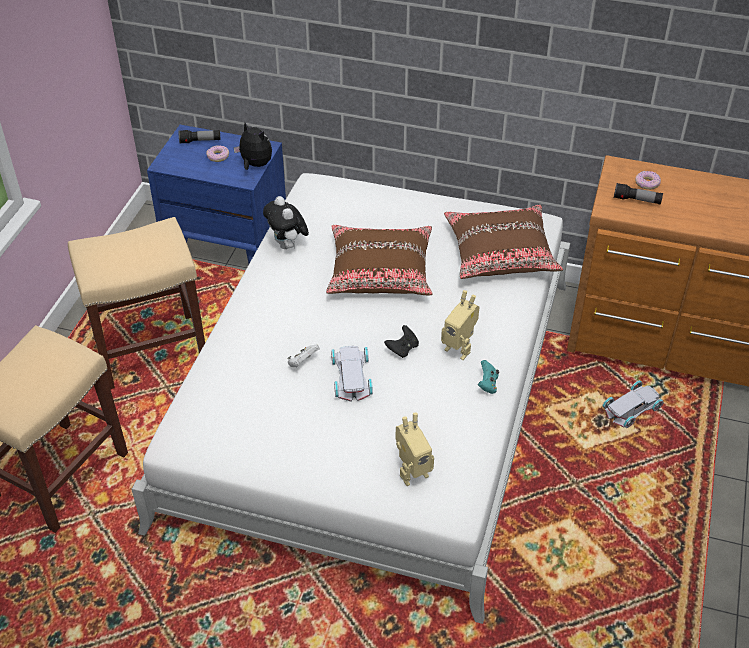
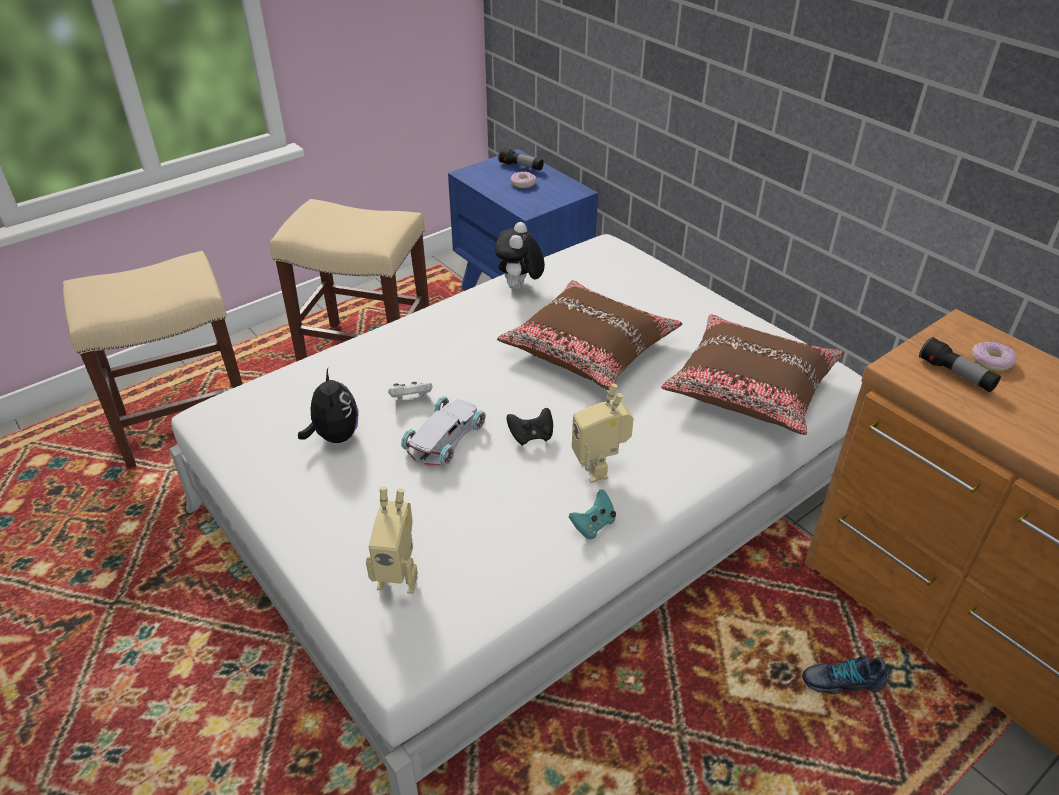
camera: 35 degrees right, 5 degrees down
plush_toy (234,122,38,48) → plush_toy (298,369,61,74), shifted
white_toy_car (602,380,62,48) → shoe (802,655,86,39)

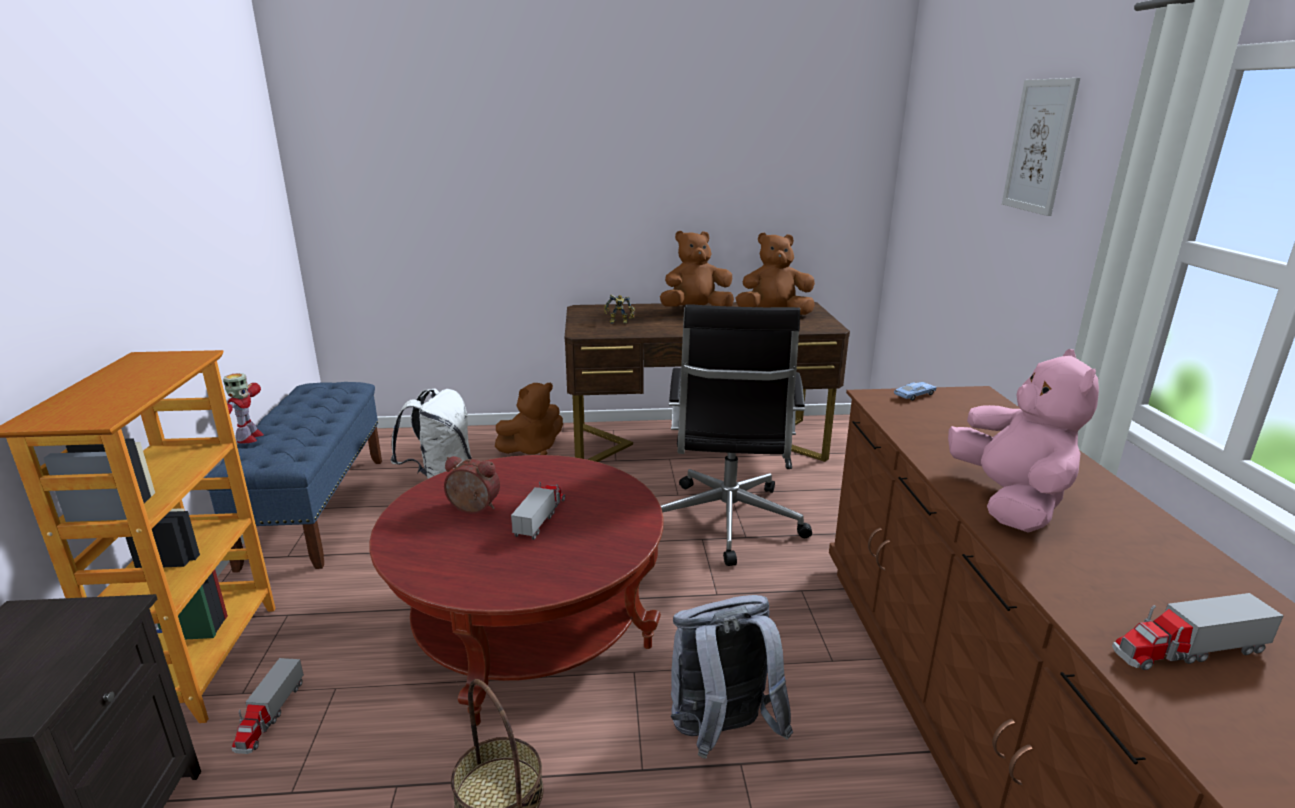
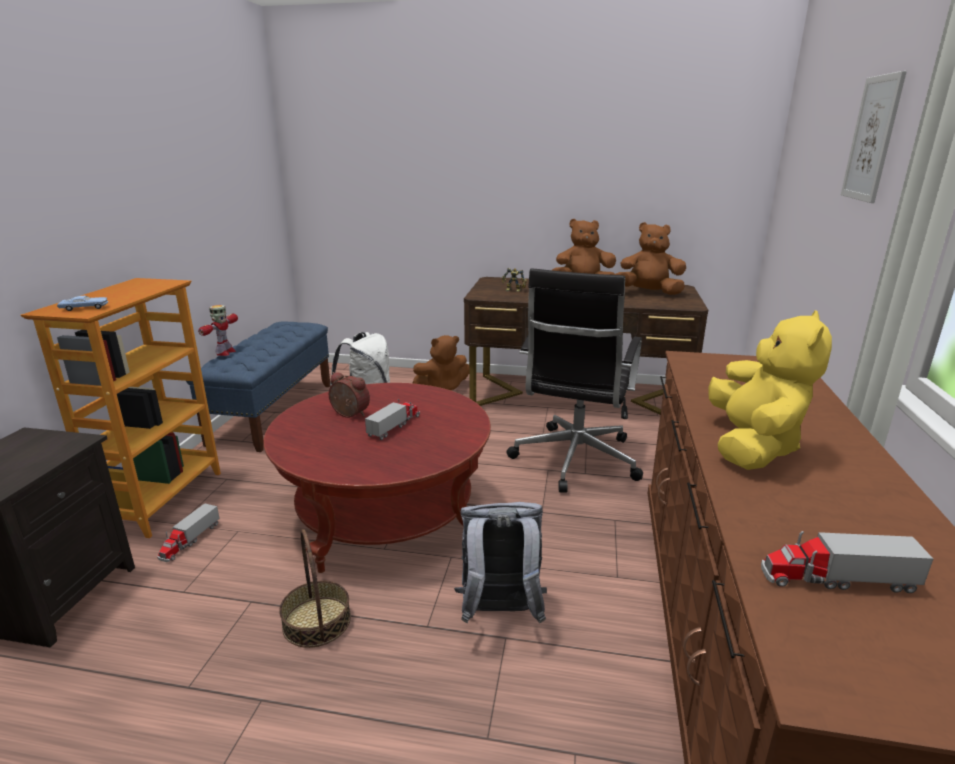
camera: 15 degrees right, 0 degrees up
blue_toy_car (894,382,43,19) → blue_toy_car (57,296,51,15), shifted
pink_plush_toy (948,349,151,184) → yellow_plush_toy (708,310,124,160)

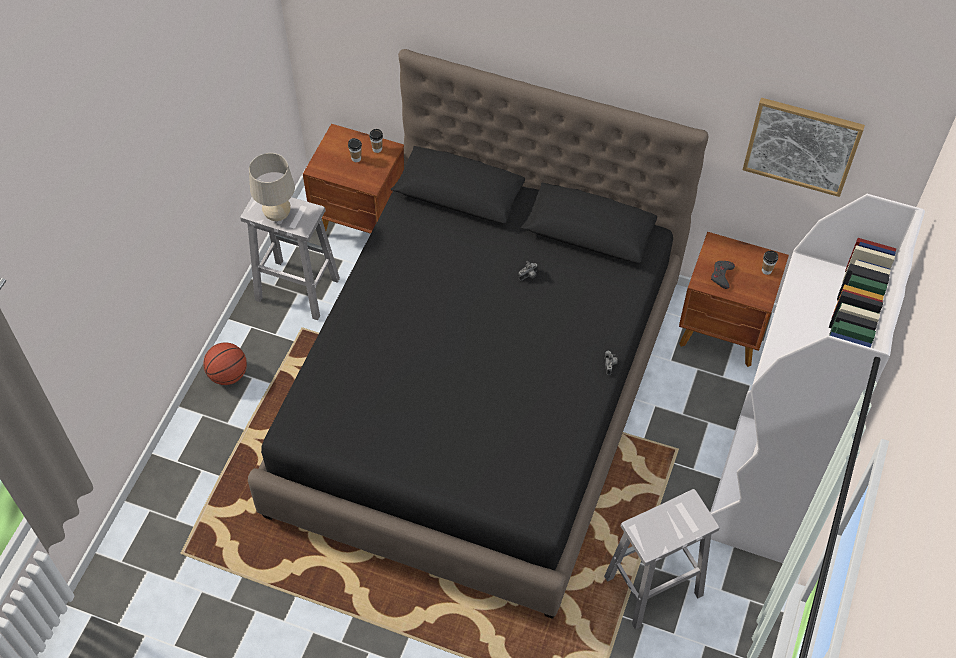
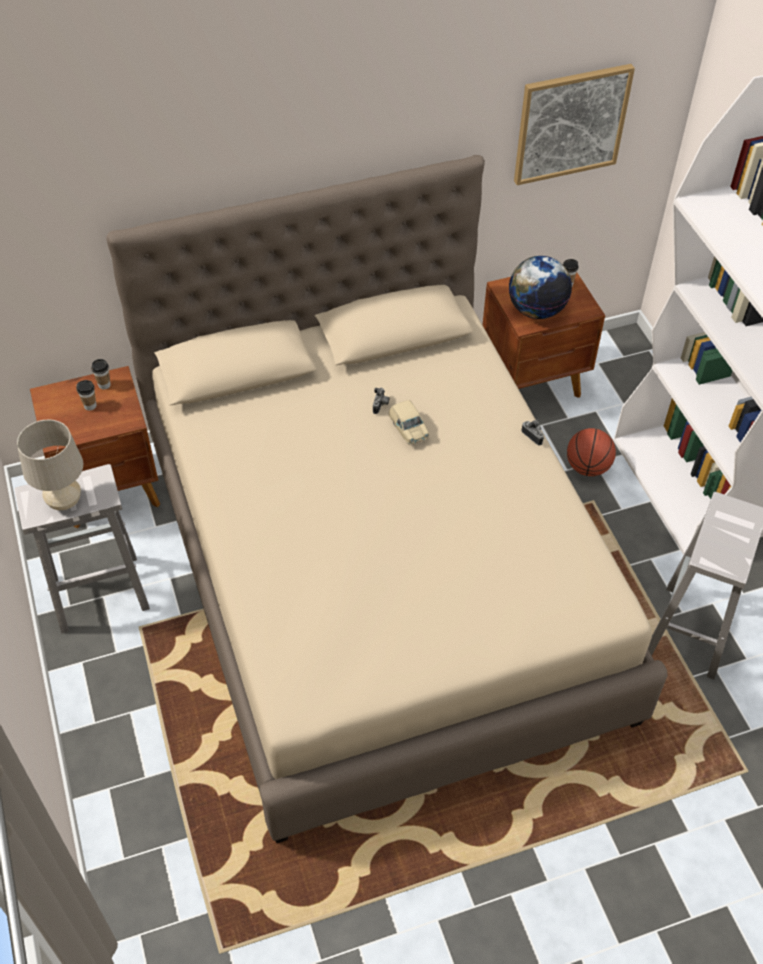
camera: 40 degrees left, 5 degrees down
- → beige_toy_car (389,400,40,44)
basketball (203,342,44,43) → basketball (567,428,49,48), shifted
grey_game_controller (711,261,24,28) → globe (509,256,63,63)
black_bed (248,49,460,570) → beige_bed (106,155,562,688)

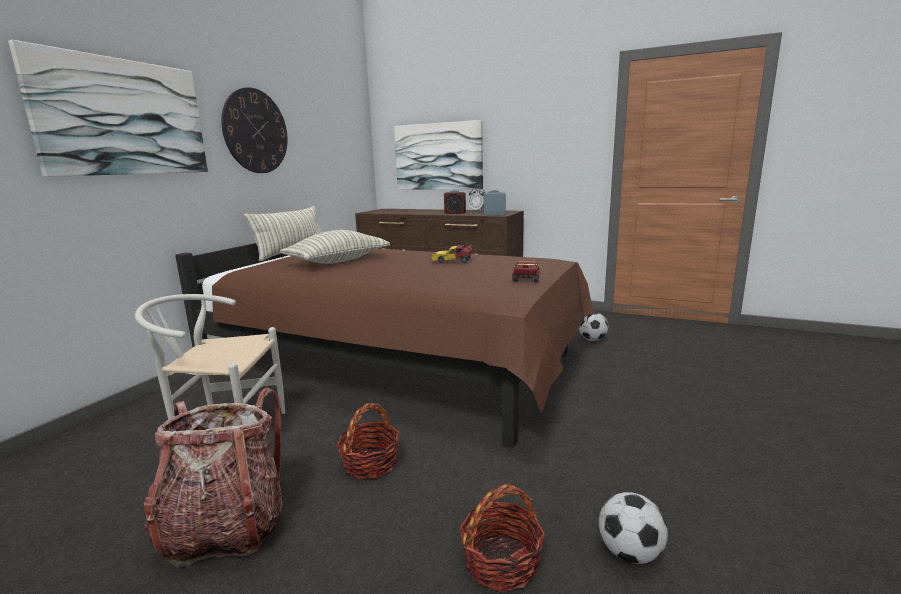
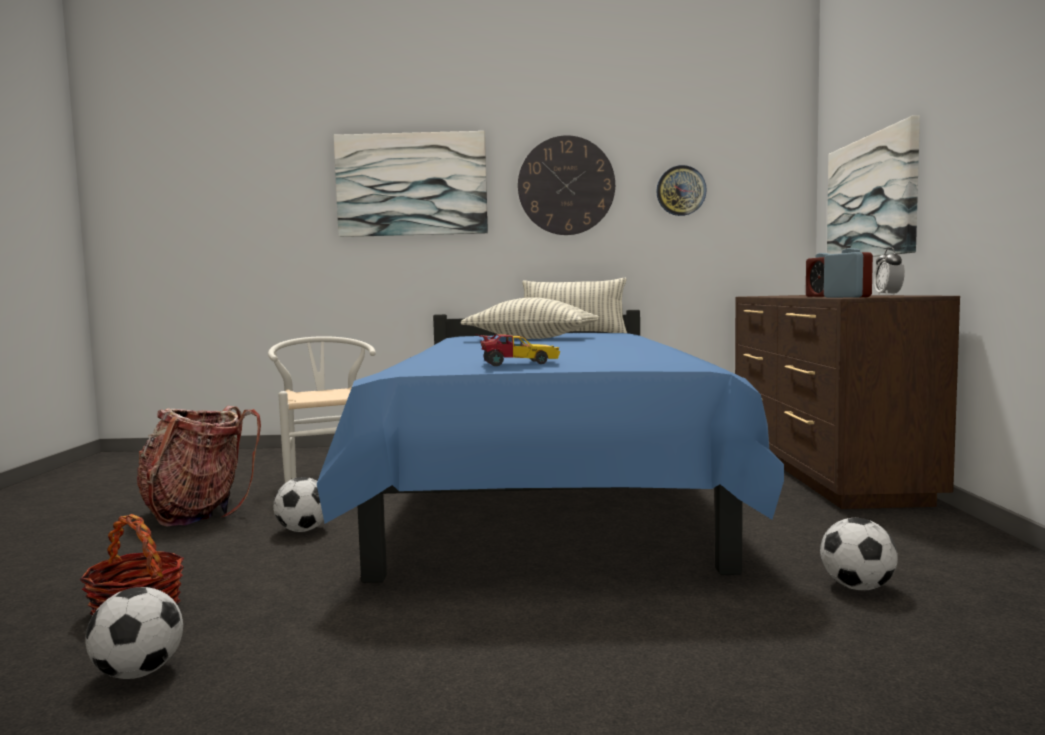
camera: 65 degrees right, 10 degrees down
toy_car (431,245,43,18) → -
- → wall_clock (656,165,51,51)
basket (337,403,63,76) → football (273,477,51,55)
brown_bed (175,243,419,205) → blue_bed (317,310,467,273)

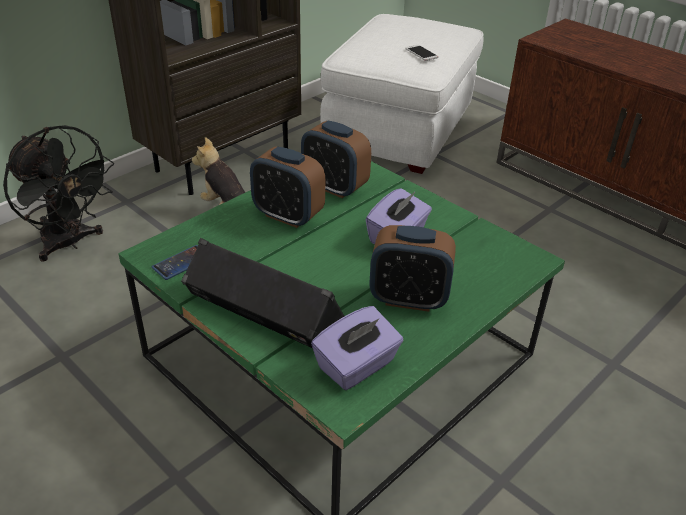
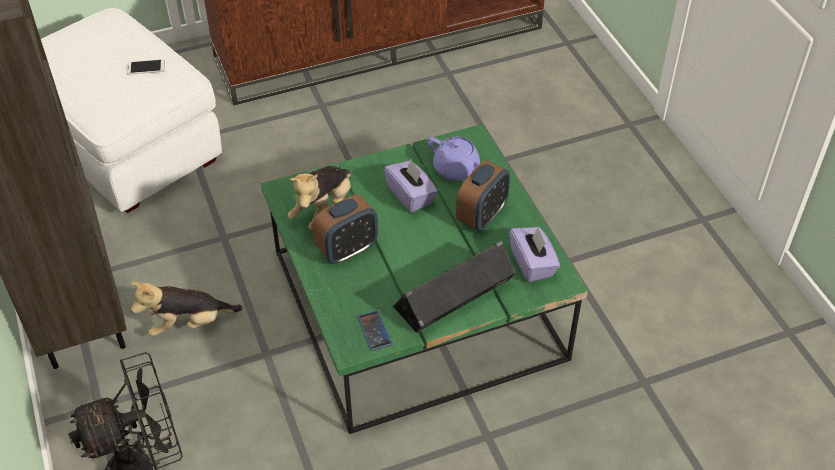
camera: 65 degrees left, 10 degrees up
- → purple_teapot (428,137,52,44)
alarm_clock (301,121,70,77) → plush_toy (288,166,63,65)

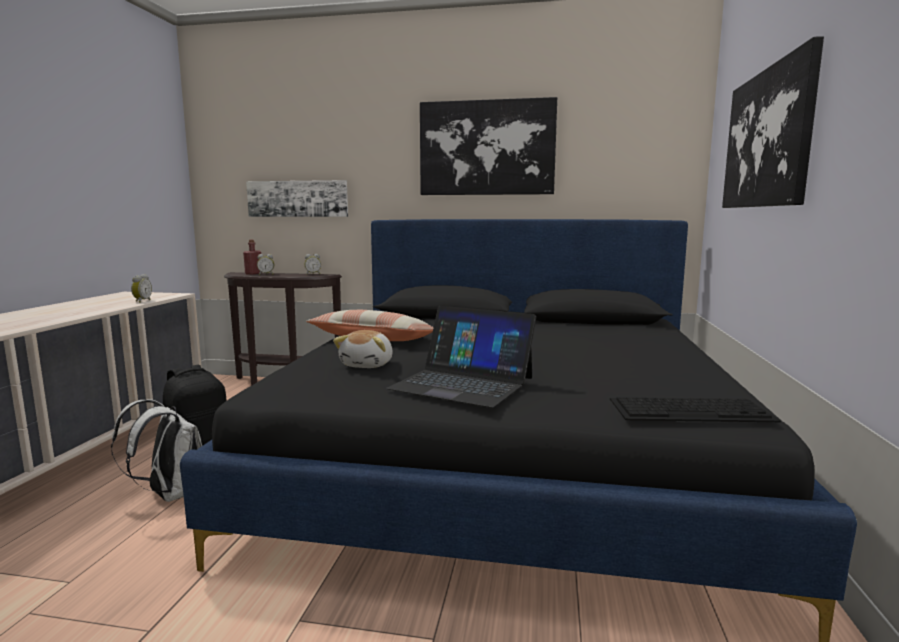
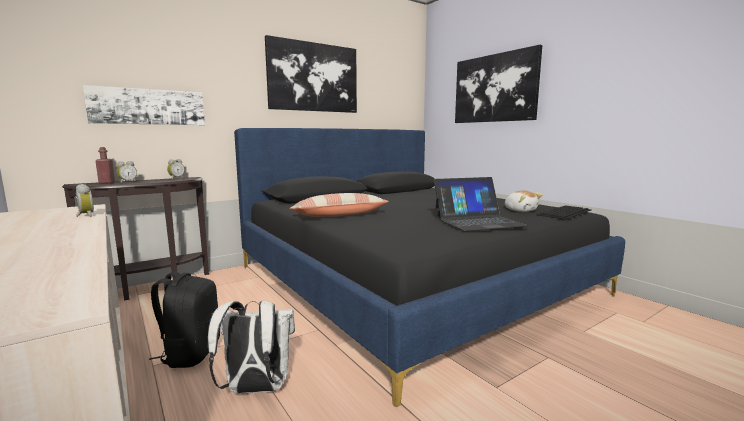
camera: 45 degrees left, 0 degrees up
plush_toy (333,330,60,38) → plush_toy (505,190,38,22), shifted

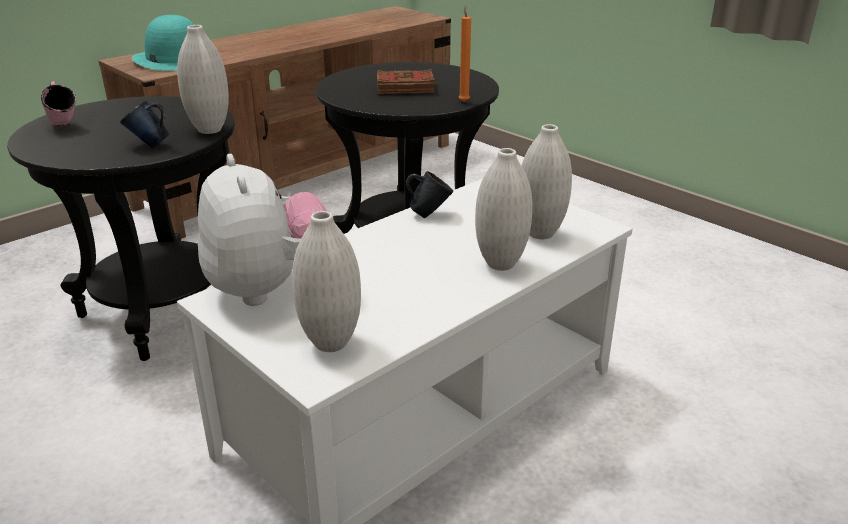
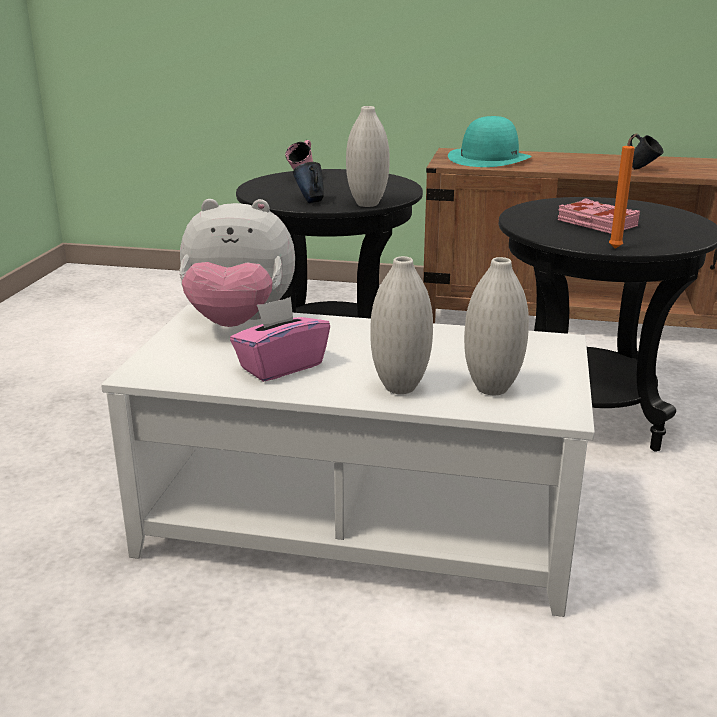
camera: 55 degrees right, 5 degrees down
white_vase (292,211,69,141) → -
- → pink_tissue_box (230,297,100,85)
blue_mug (406,171,47,47) → blue_mug (630,134,33,35), shifted
brown_book (377,69,58,25) → pink_book (558,198,82,36)
plush_toy (198,154,129,152) → plush_toy (179,199,116,128), 60 degrees clockwise

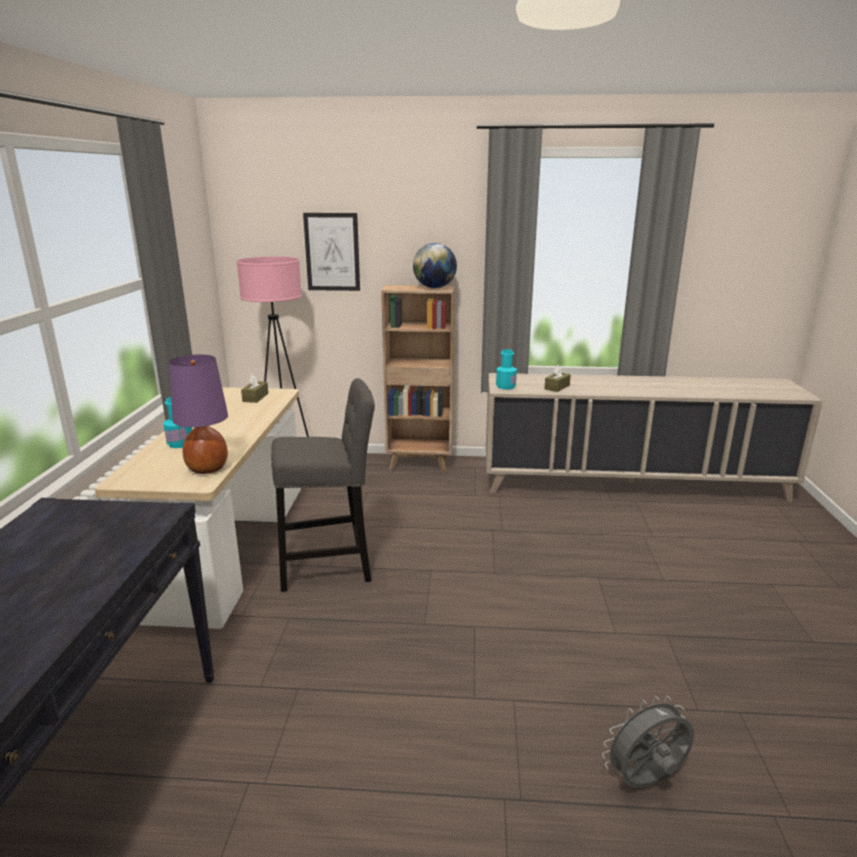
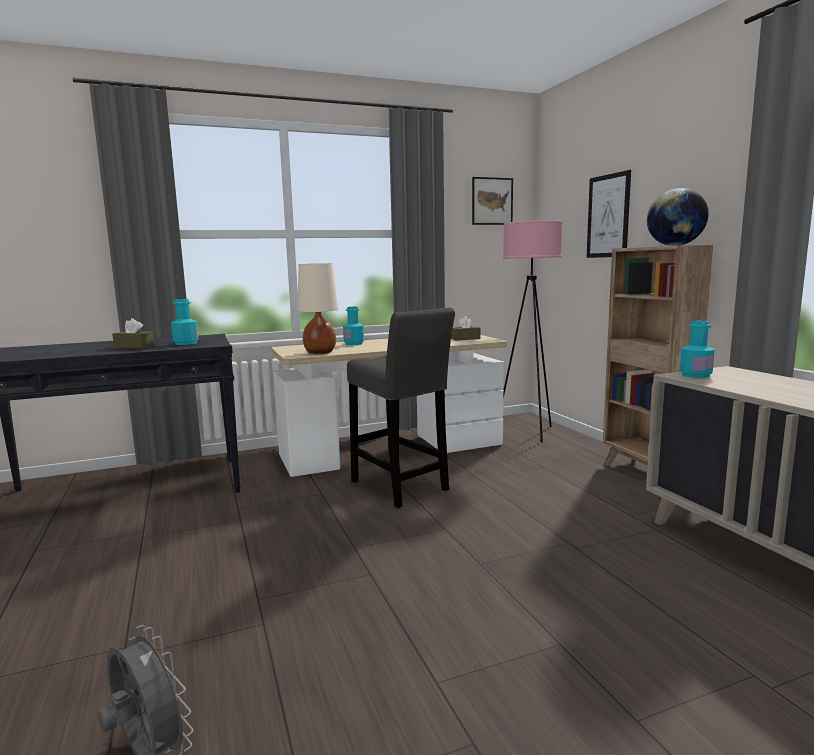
camera: 65 degrees right, 10 degrees down
- → turquoise_bottle (171,299,28,46)
- → picture (472,177,41,48)
brown_tissue_box (544,365,27,27) → brown_tissue_box (112,318,42,30), shifted
purple_table_lamp (169,355,59,119) → beige_table_lamp (297,263,41,91)

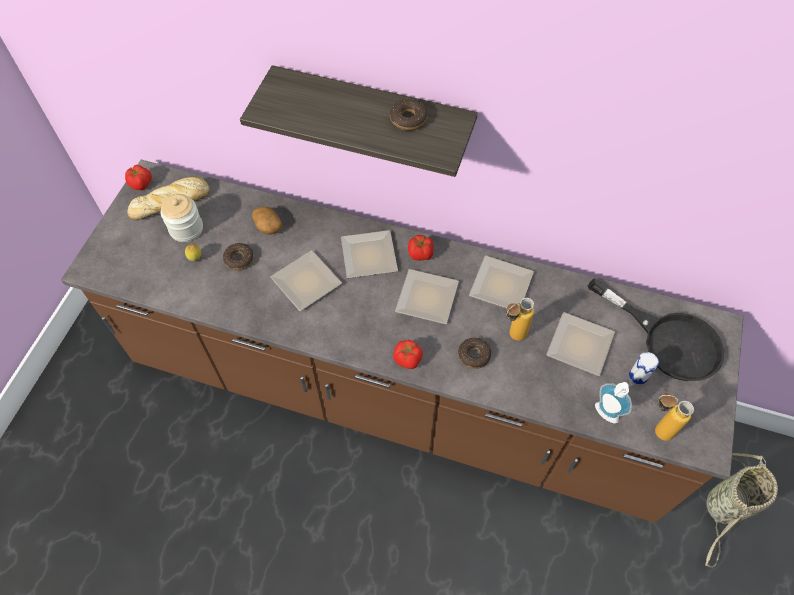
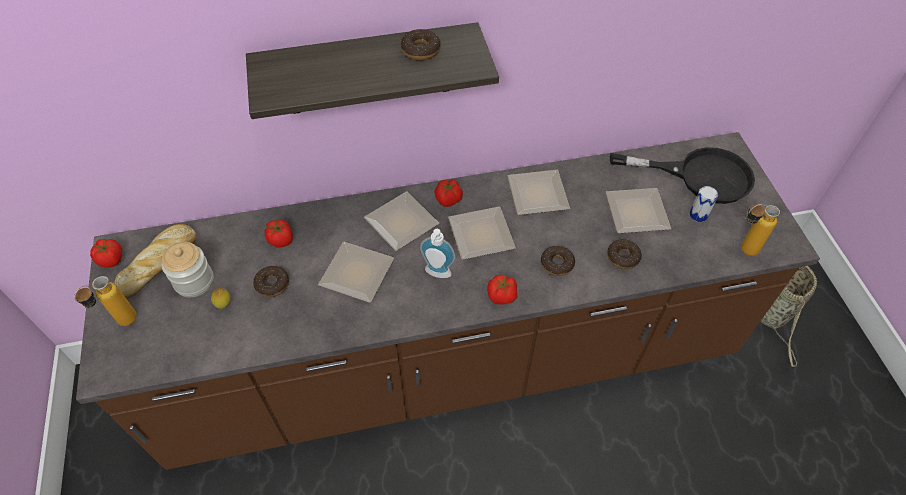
camera: 30 degrees left, 5 degrees down
- → donut (607,239,35,30)
bottle (506,298,28,43) → bottle (74,276,63,50), shifted
soap_dispenser (595,382,37,41) → soap_dispenser (420,229,35,49), shifted
potato (252,206,30,29) → tomato (264,219,29,28)

